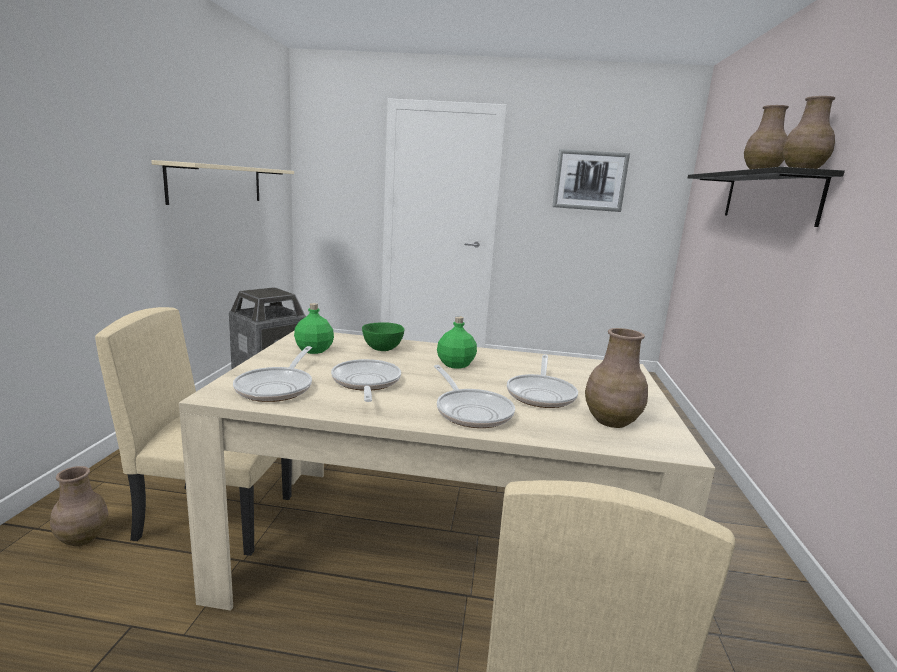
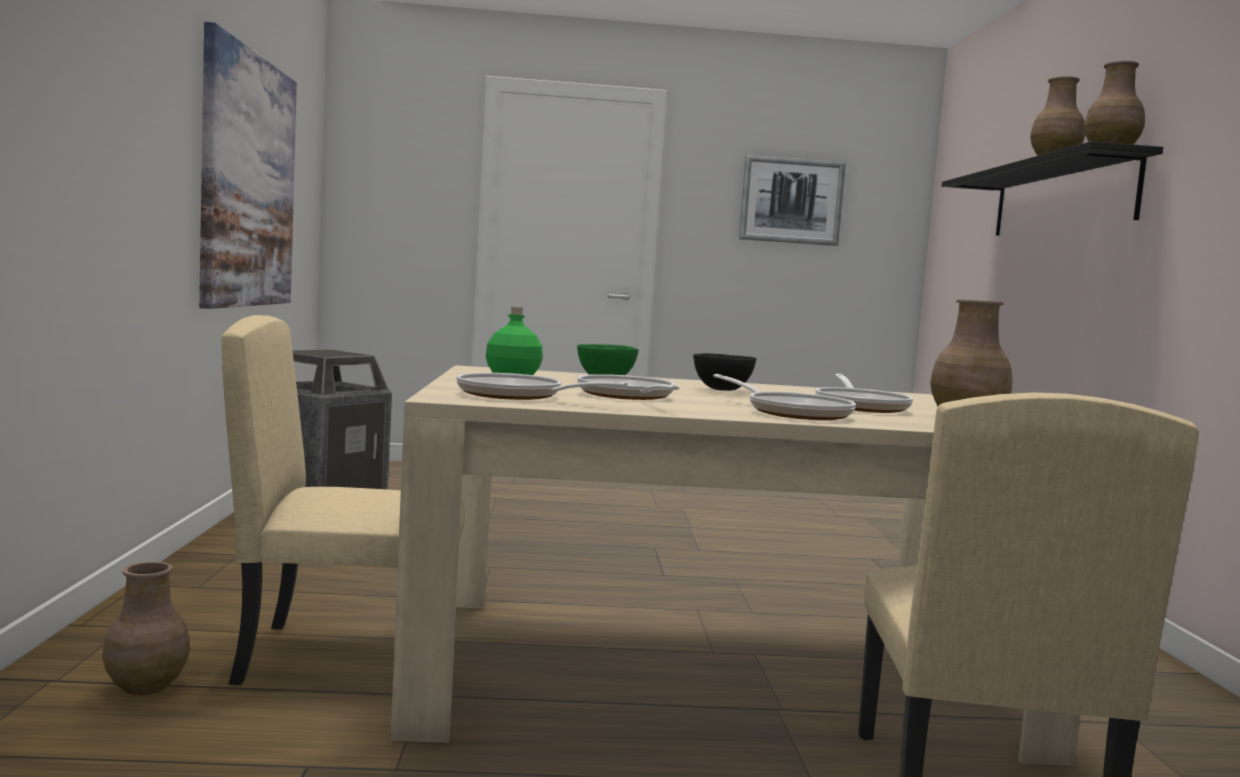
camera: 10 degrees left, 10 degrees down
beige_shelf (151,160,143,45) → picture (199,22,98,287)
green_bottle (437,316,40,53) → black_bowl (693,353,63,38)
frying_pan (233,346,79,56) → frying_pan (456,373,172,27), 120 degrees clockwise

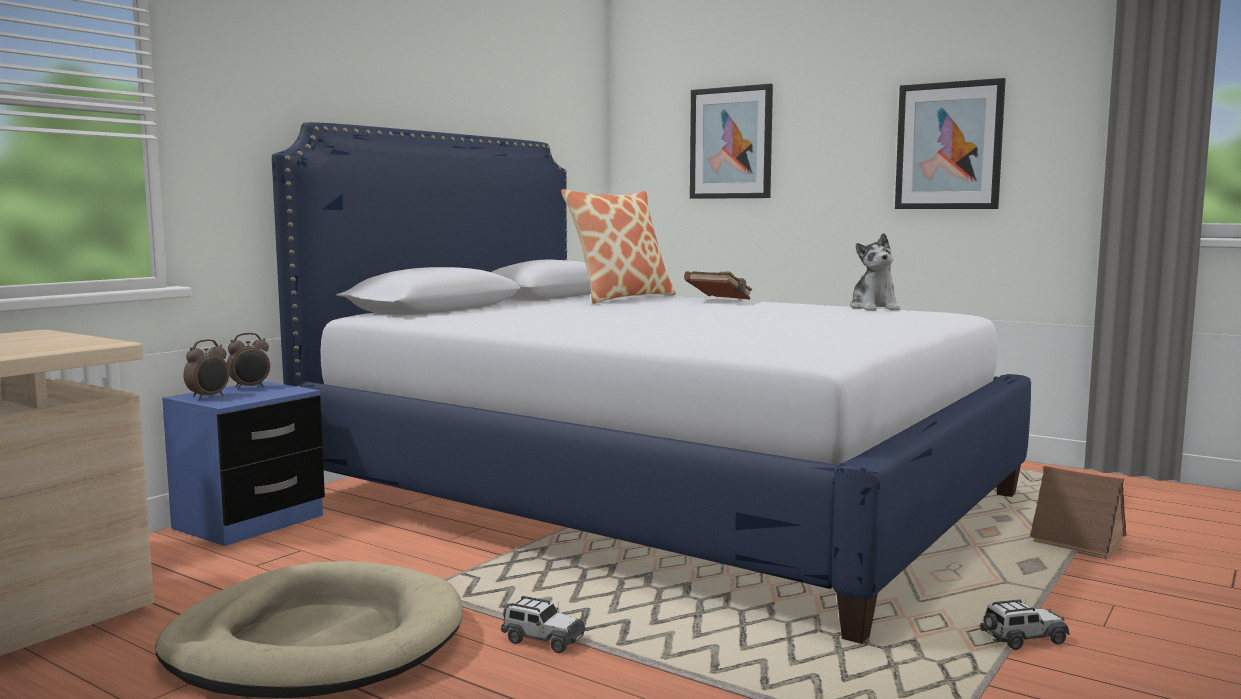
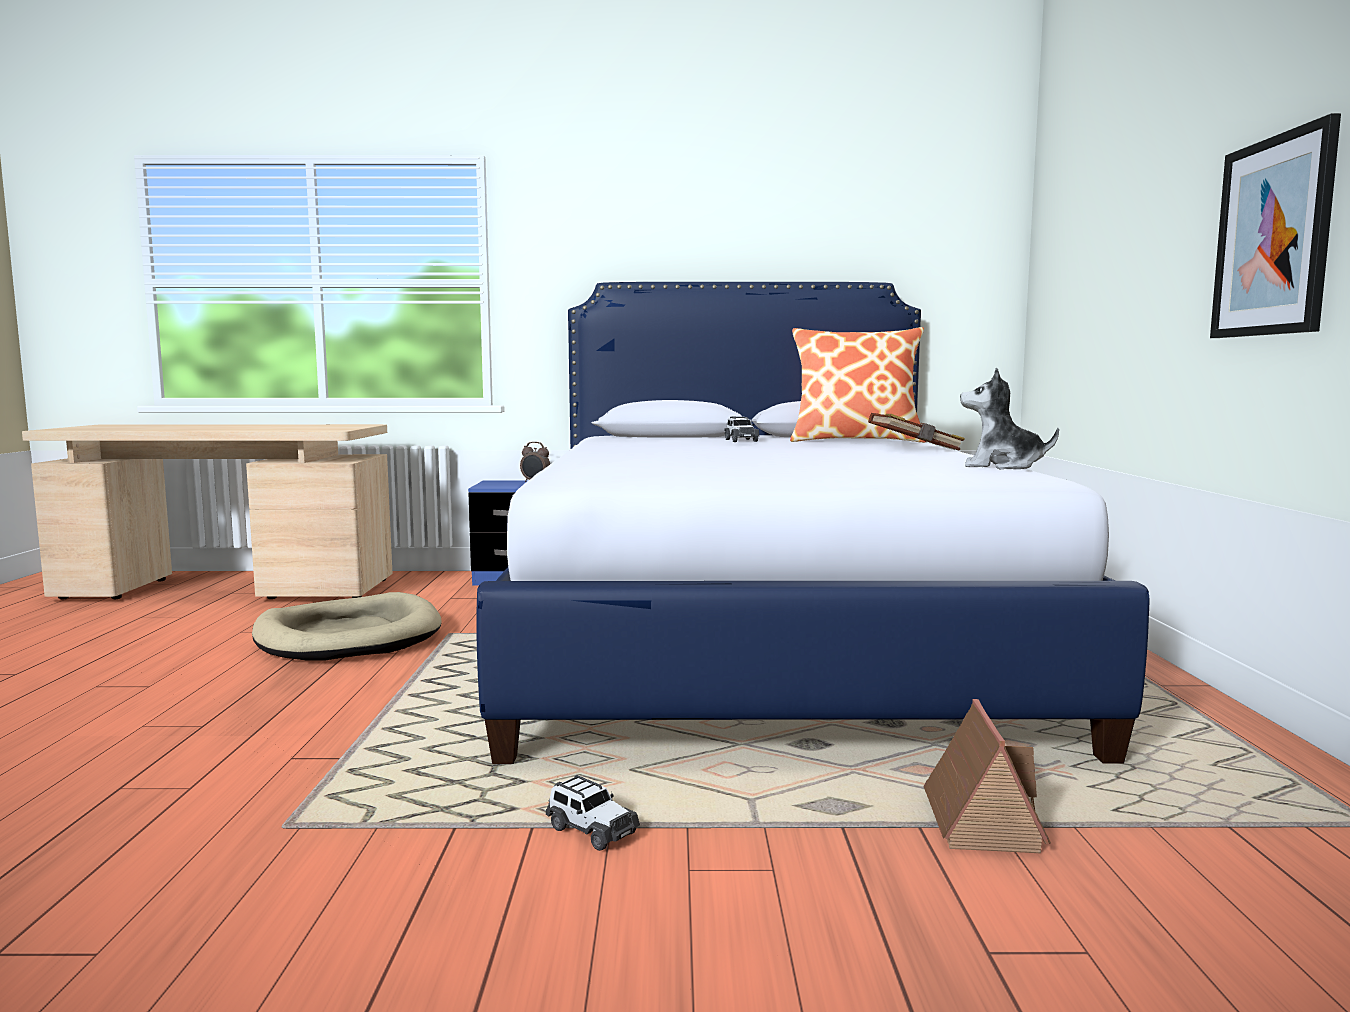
camera: 55 degrees right, 0 degrees up
alarm_clock (183,339,46,61) → -
picture (690,84,83,115) → -
toy_car (501,596,85,57) → toy_car (725,417,34,25), shifted
plush_toy (850,233,50,78) → plush_toy (960,367,99,102), 60 degrees clockwise

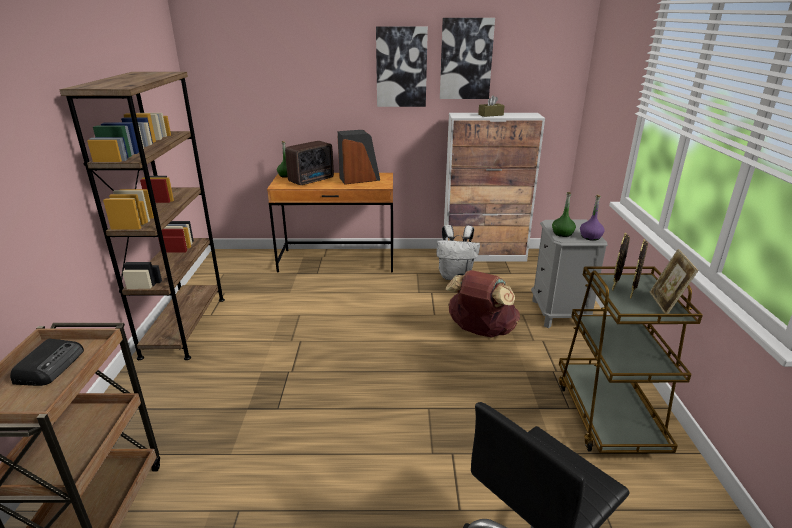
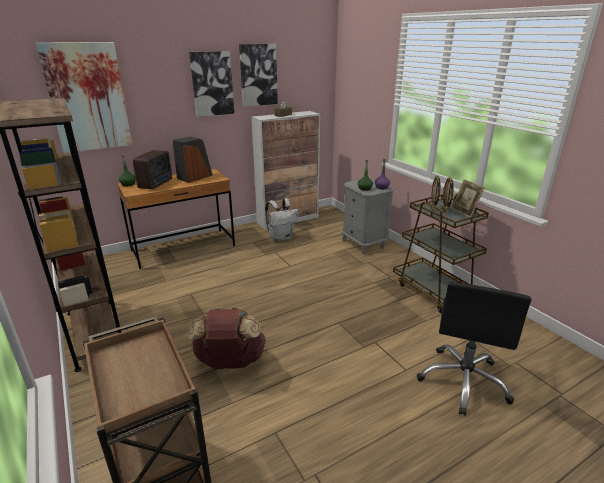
camera: 30 degrees left, 0 degrees up
radio (10,339,74,47) → -
- → picture (36,42,97,111)
brown_backpack (445,270,75,67) → brown_backpack (188,308,78,61), shifted

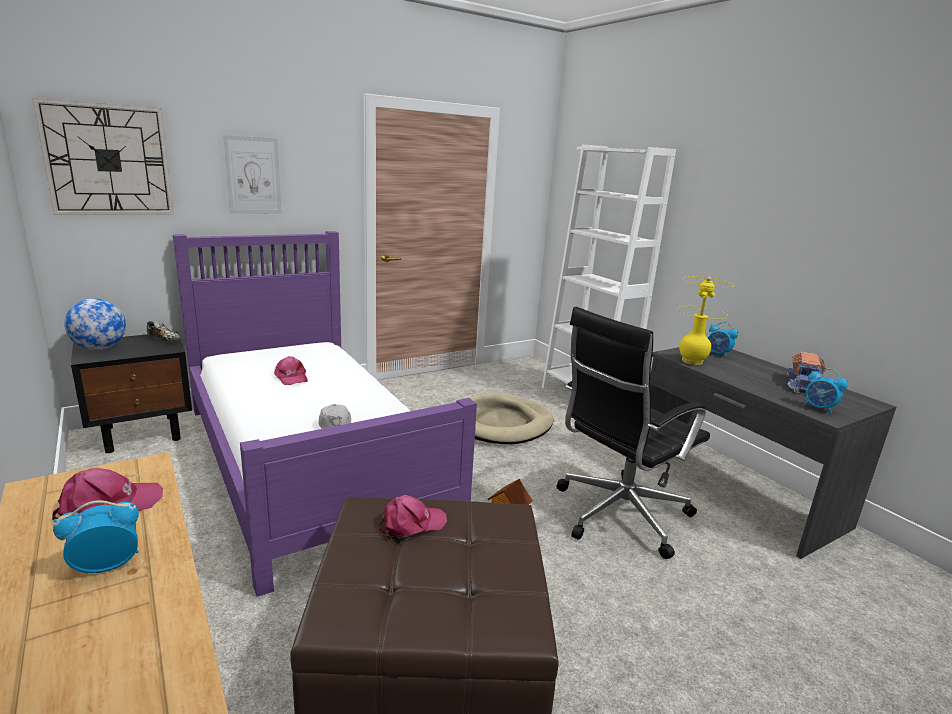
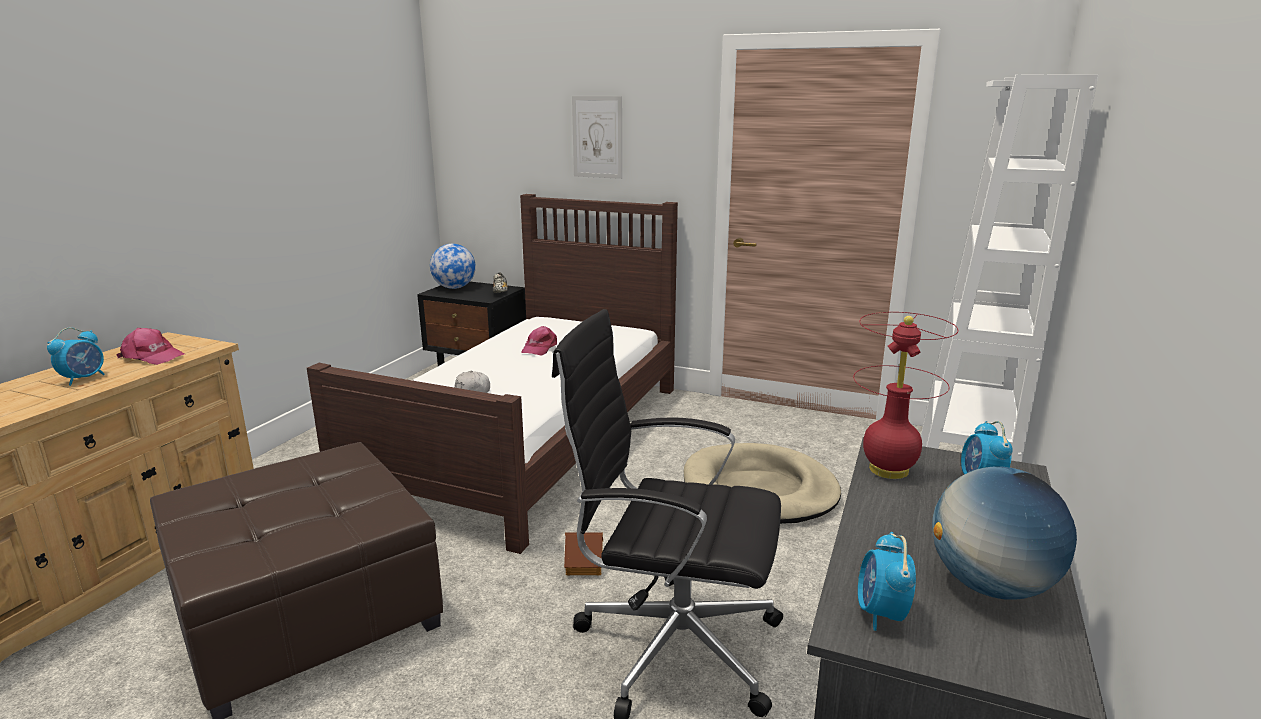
camera: 55 degrees right, 0 degrees up
wall_clock (32,98,142,117) → -
pink_cap (379,495,68,45) → -
toy_truck (787,352,39,42) → globe (932,467,145,132)
purple_bed (173,231,304,366) → brown_bed (307,194,371,360)
yellow_table_lamp (677,276,56,89) → red_table_lamp (853,312,105,167)
alarm_clock (53,500,86,73) → alarm_clock (47,328,58,58), 90 degrees clockwise

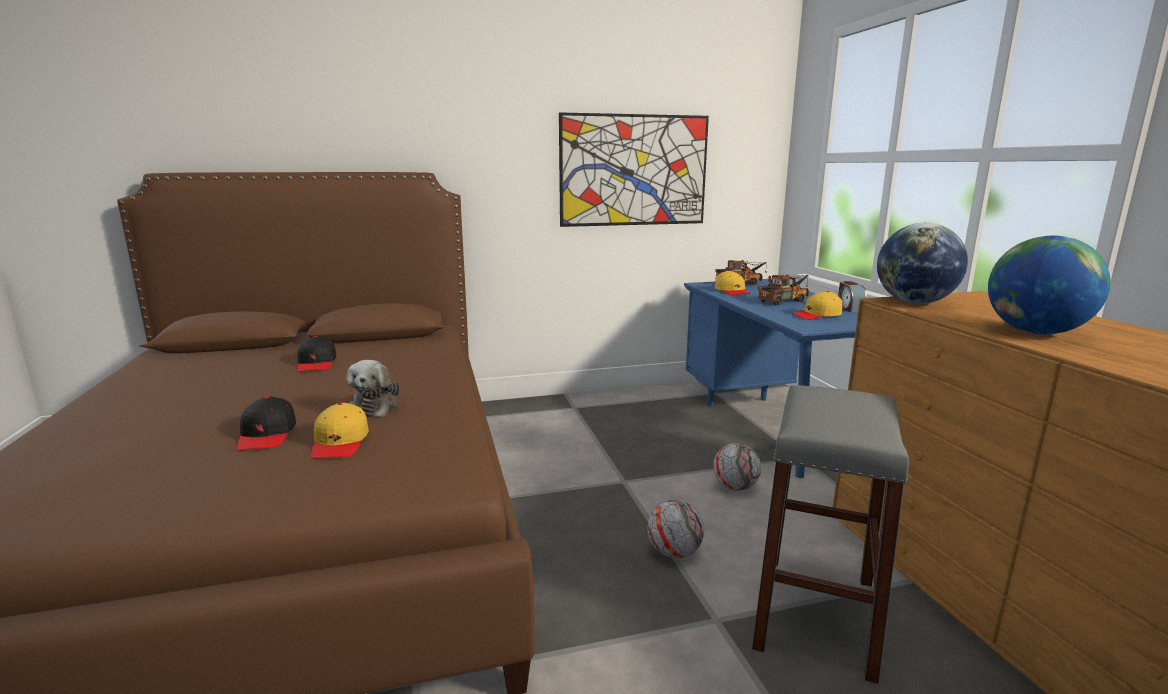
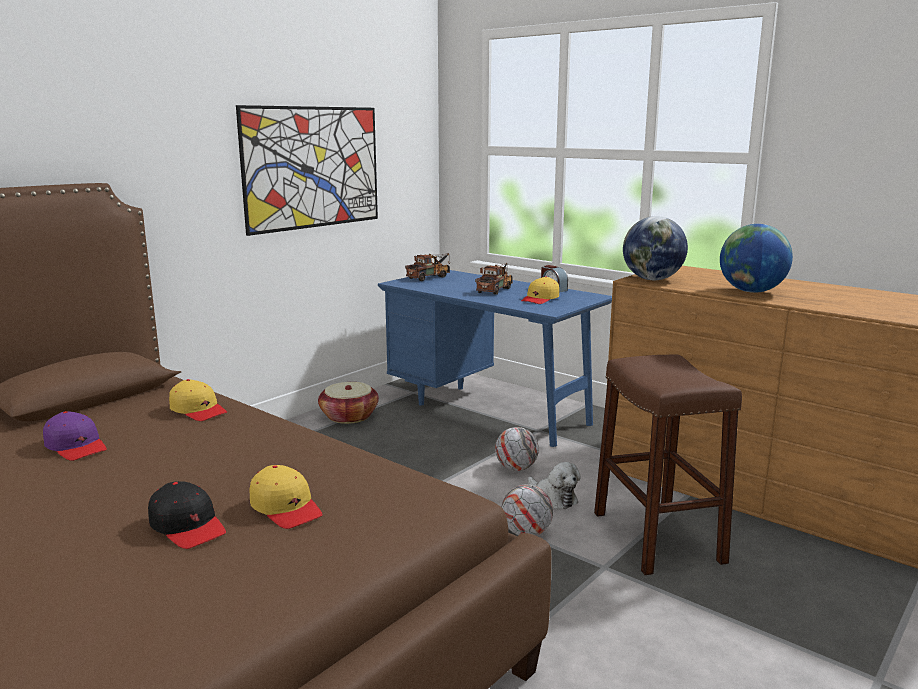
camera: 35 degrees left, 0 degrees up
- → basket (318,382,61,42)
plush_toy (347,360,53,57) → plush_toy (528,462,53,47), shifted
yellow_cap (715,270,35,26) → yellow_cap (169,379,58,42), shifted
black_cap (297,336,40,36) → purple_cap (43,411,64,50)
grey_stool (752,385,157,299) → brown_stool (594,354,148,221)

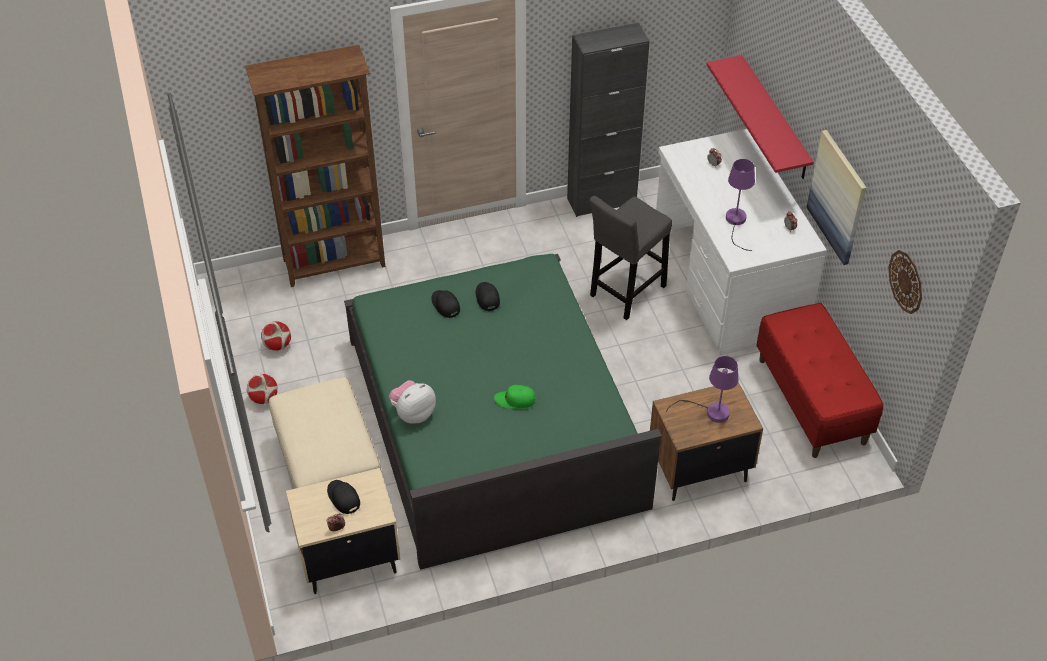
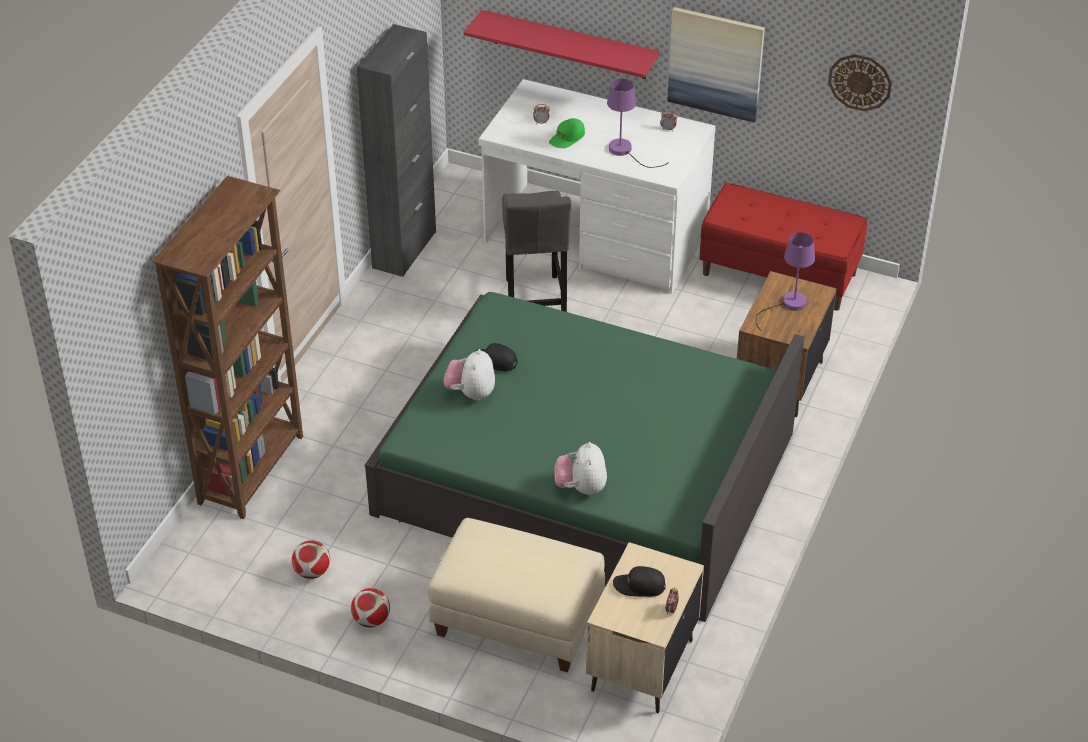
camera: 50 degrees left, 5 degrees down
green_cap (494,385,42,24) → green_cap (549,118,36,30), shifted
black_cap (432,290,28,28) → plush_toy (444,349,51,52)

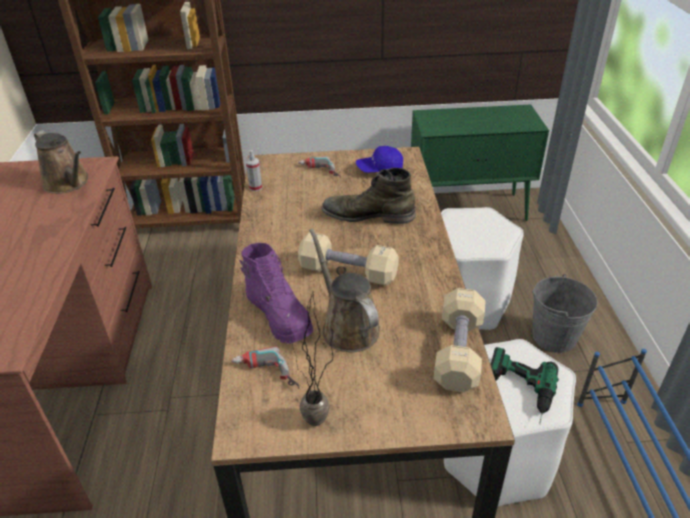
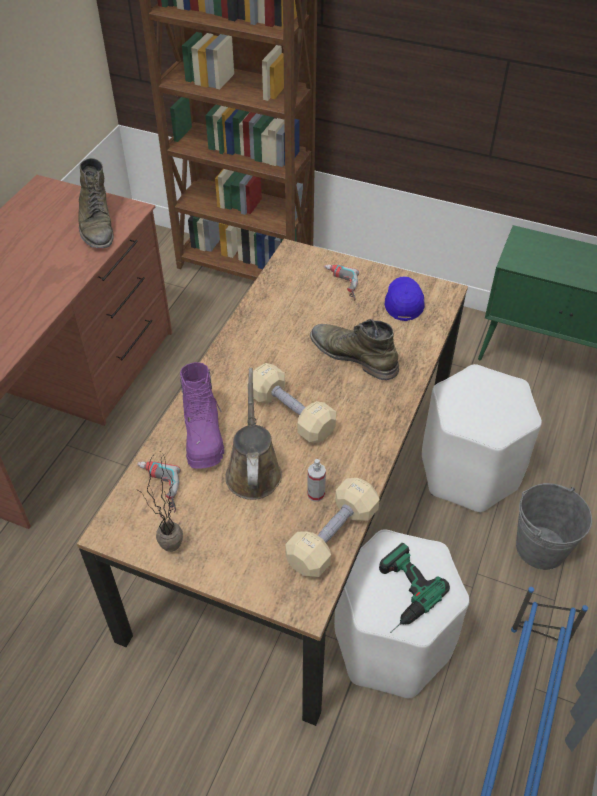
camera: 25 degrees right, 10 degrees up
spray_bottle (246,150,16,41) → spray_bottle (307,459,19,43), shifted
brown_watering_can (34,130,54,64) → green_boot (78,158,36,90)
blue_cap (356,146,47,27) → blue_cap (385,277,40,44), 75 degrees clockwise

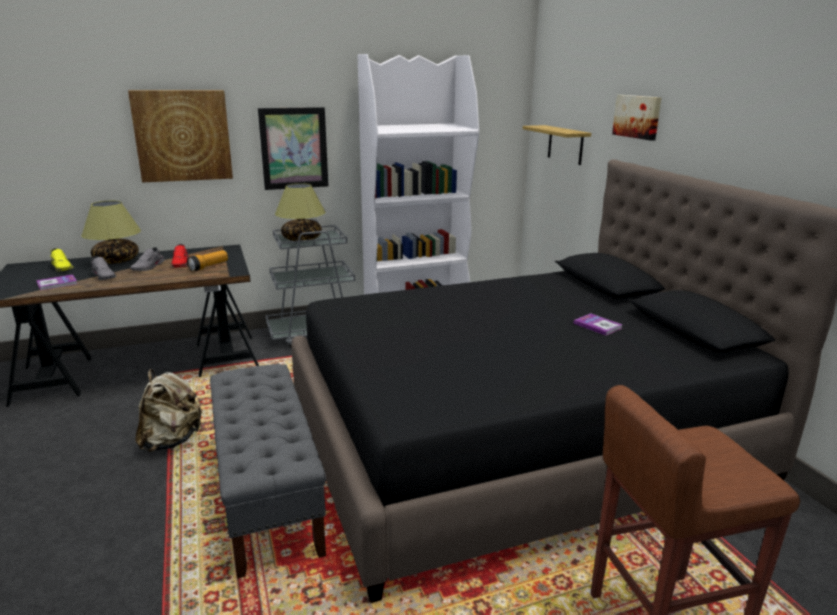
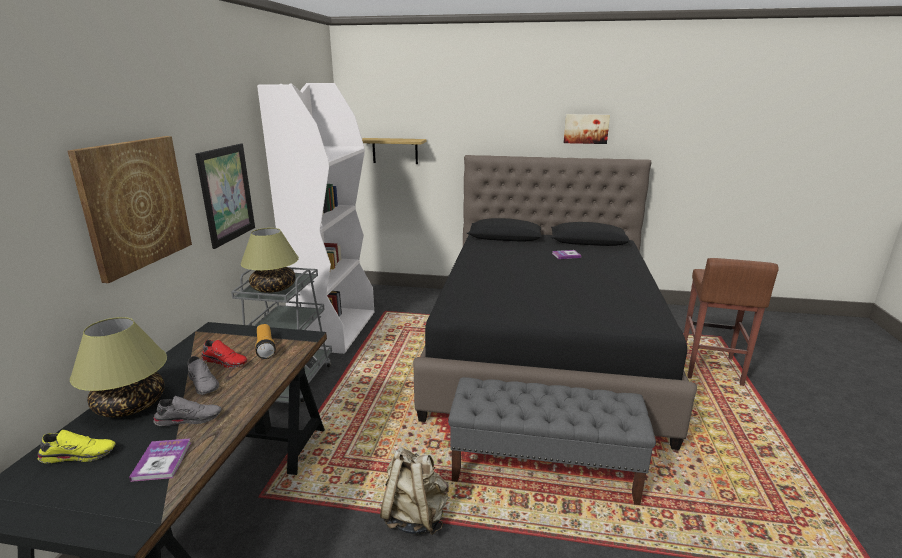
camera: 60 degrees left, 0 degrees up
picture (612,95,50,46) → picture (564,114,46,30), shifted

